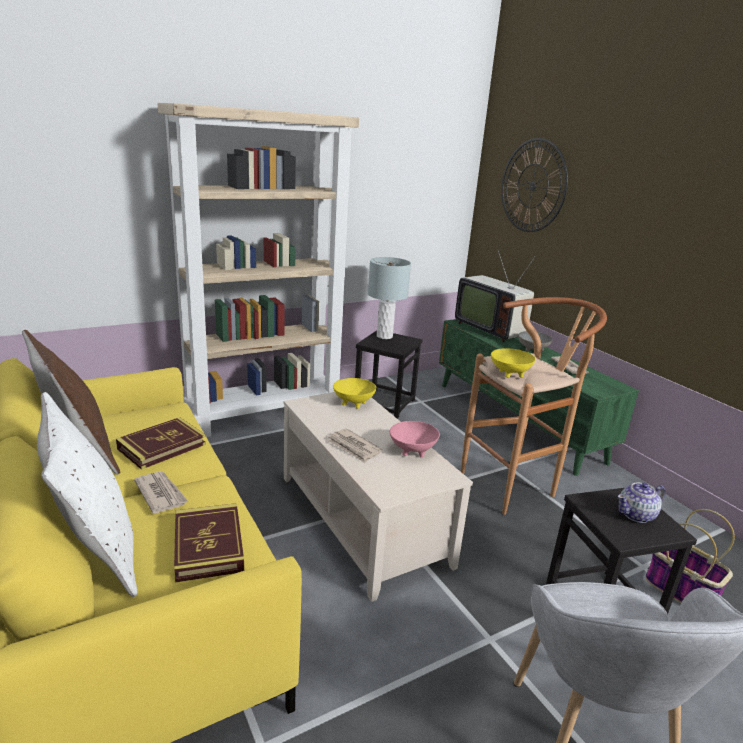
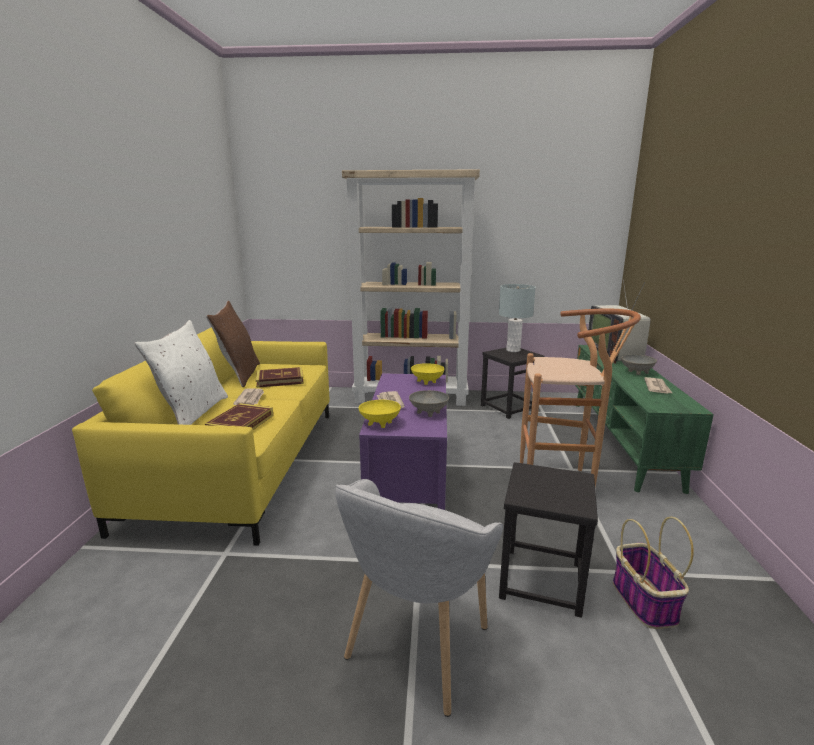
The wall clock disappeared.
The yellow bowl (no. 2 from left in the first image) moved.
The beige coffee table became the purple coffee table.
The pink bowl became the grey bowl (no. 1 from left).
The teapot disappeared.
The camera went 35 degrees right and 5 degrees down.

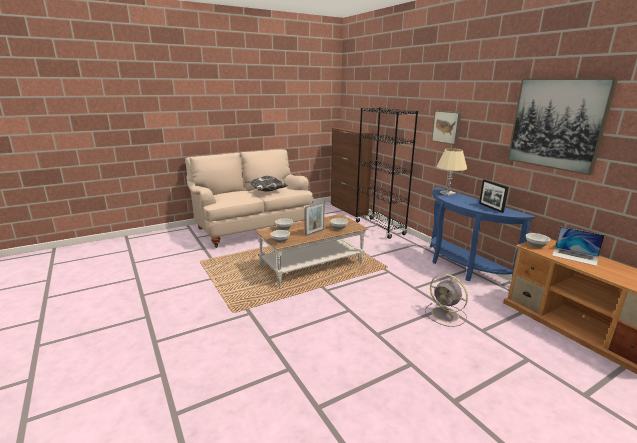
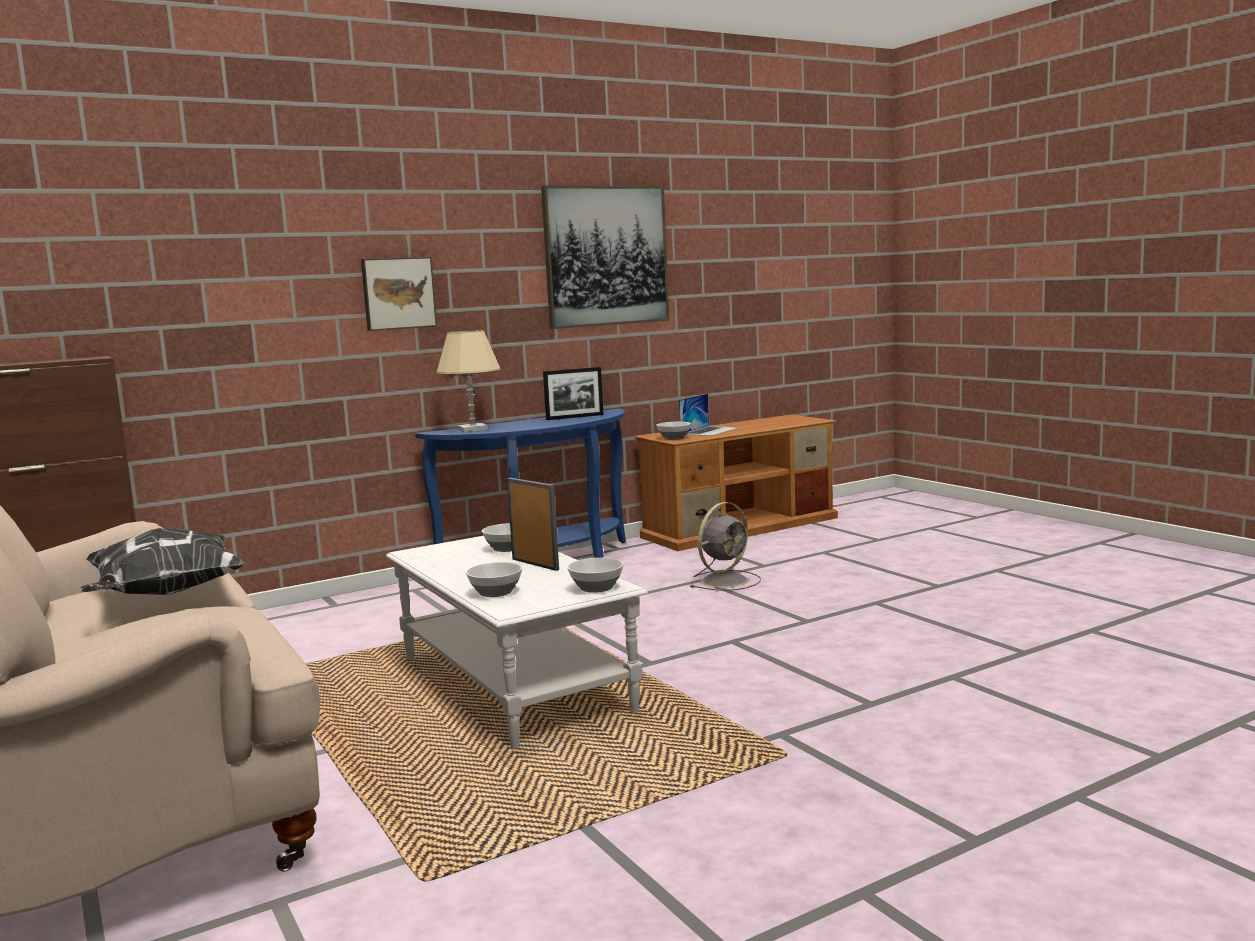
The black bookcase disappeared.
The brown coffee table became the white coffee table.
The camera went 90 degrees left and 10 degrees down.

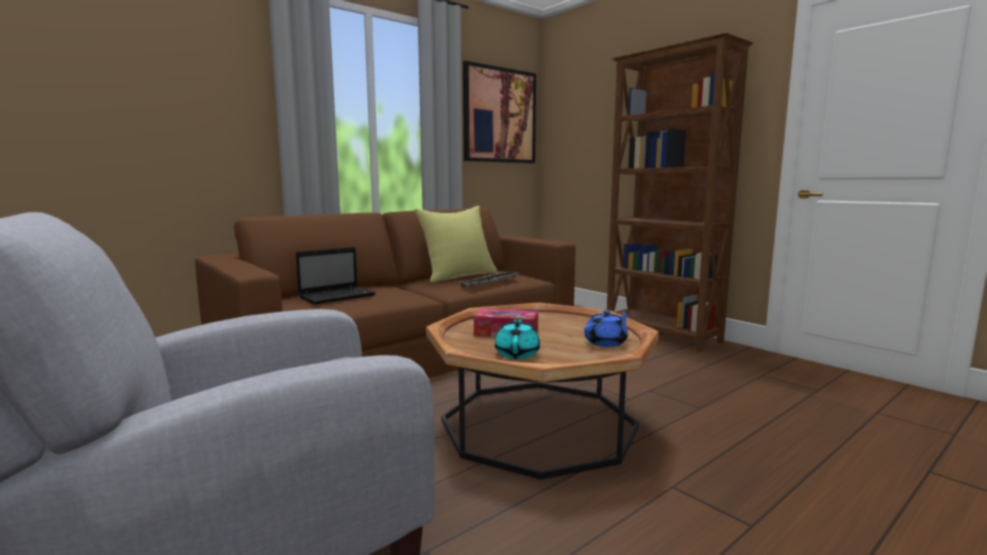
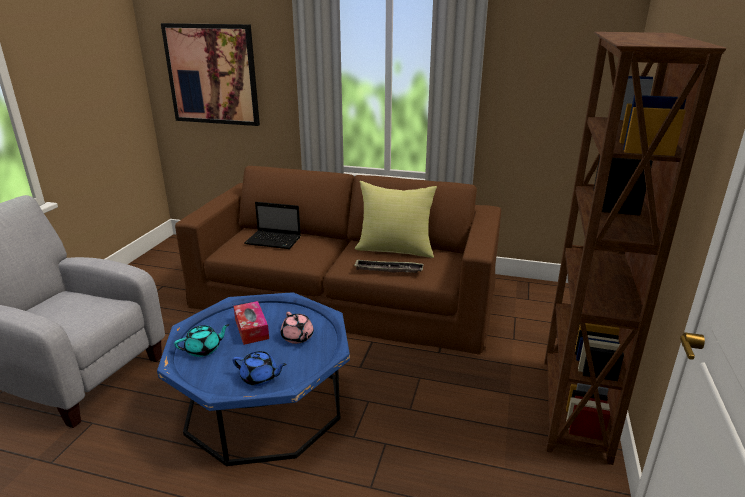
The picture moved.
The brown coffee table became the blue coffee table.
The pink teapot appeared.
The camera went 55 degrees right and 15 degrees up.

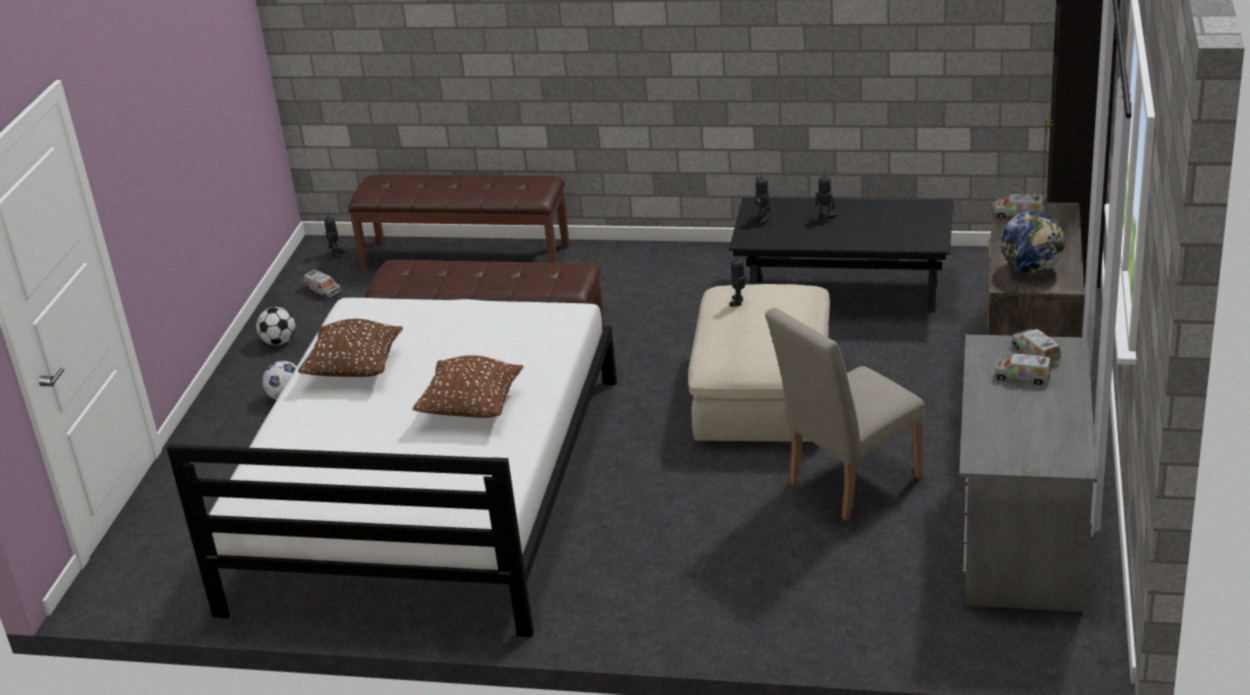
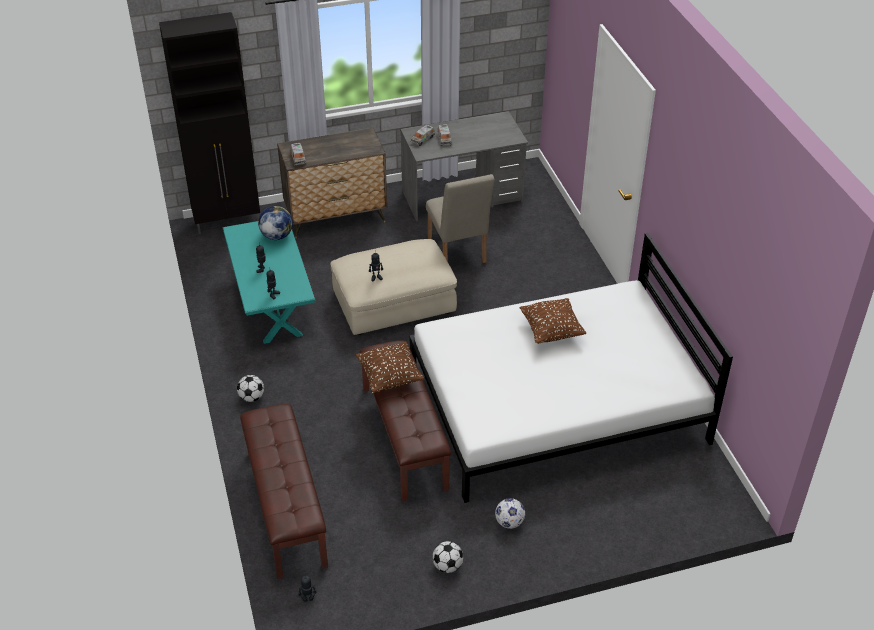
The black coffee table became the turquoise coffee table.
The globe moved.
The toy truck (no. 1 from left) disappeared.
The beige chair turned 45 degrees clockwise.
The brown pillow (no. 1 from left) moved.
The football (no. 1 from left) appeared.
The camera went 120 degrees left and 10 degrees up.

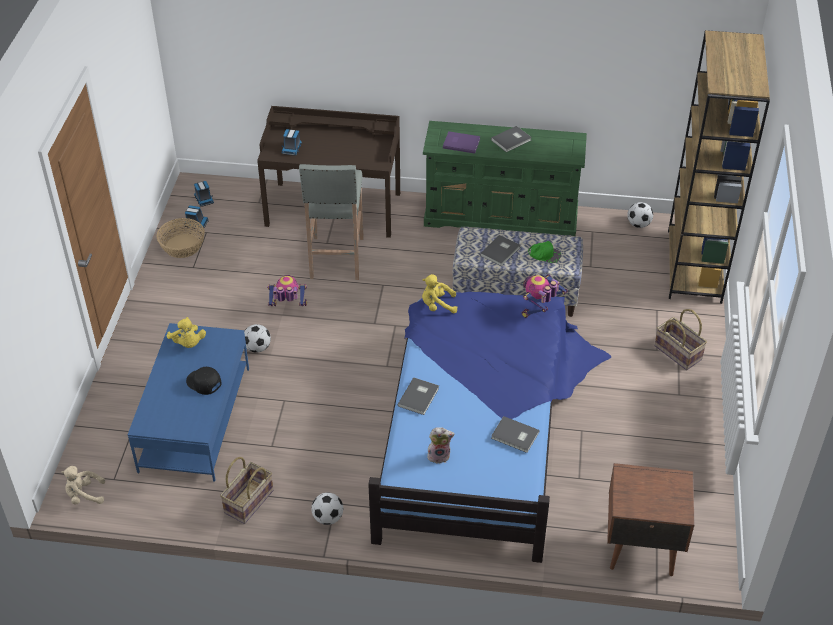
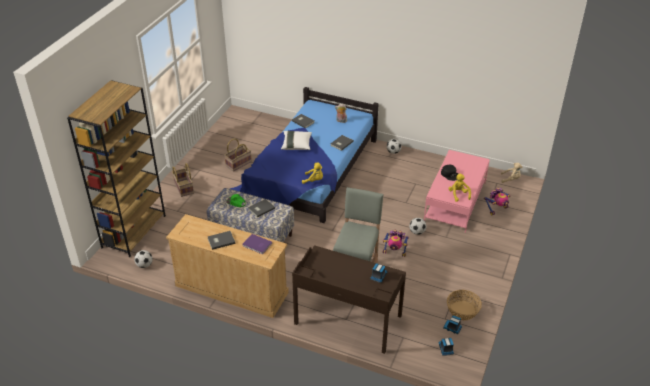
The green dresser became the beige dresser.
The toy robot (no. 2 from left) moved.
The blue coffee table became the pink coffee table.
The basket (no. 2 from left) moved.
The brown nightstand disappeared.
The white pillow appeared.
The camera went 165 degrees left and 5 degrees down.

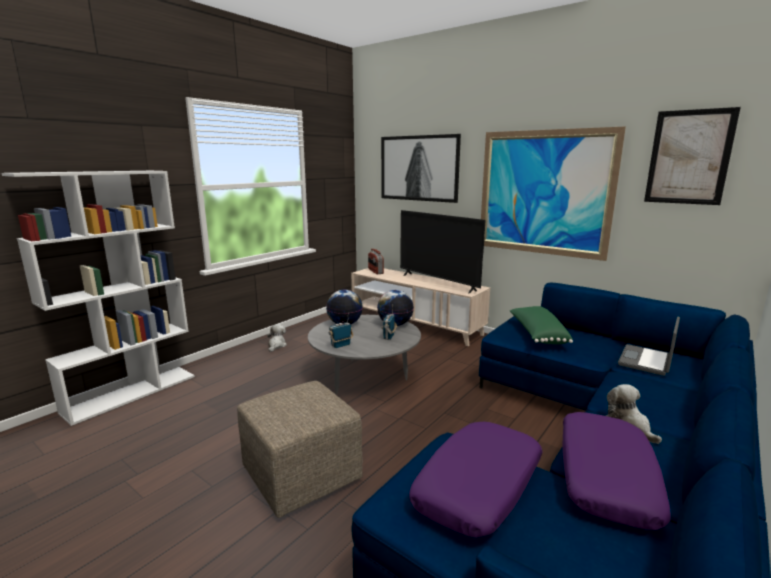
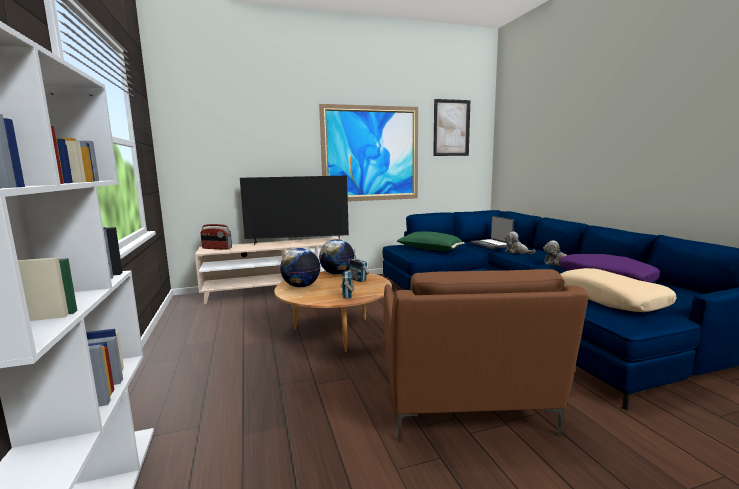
The picture (no. 1 from left) disappeared.
The grey coffee table became the brown coffee table.
The plush toy (no. 1 from left) moved.
The beige ottoman was replaced by the brown armchair.
The purple pillow (no. 1 from left) became the beige pillow.
The camera went 55 degrees left and 5 degrees down.

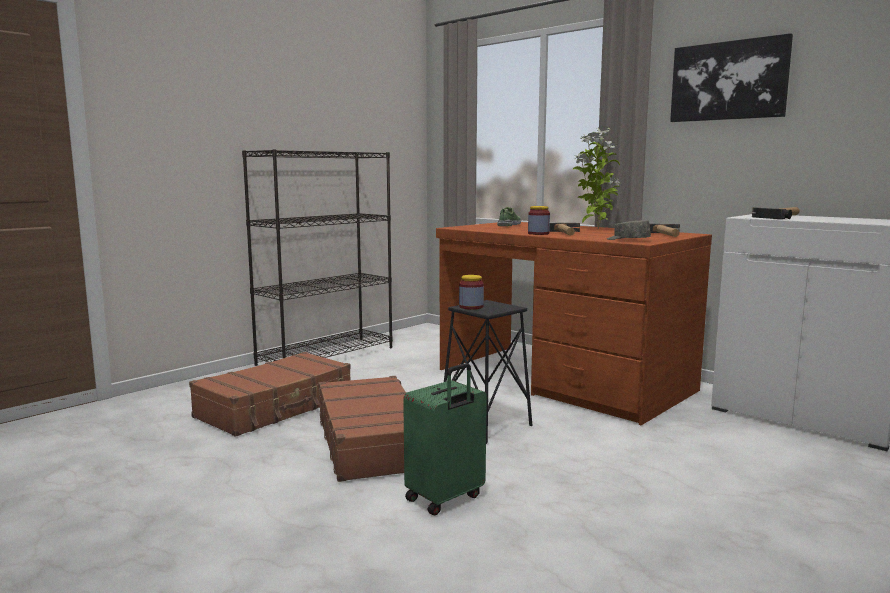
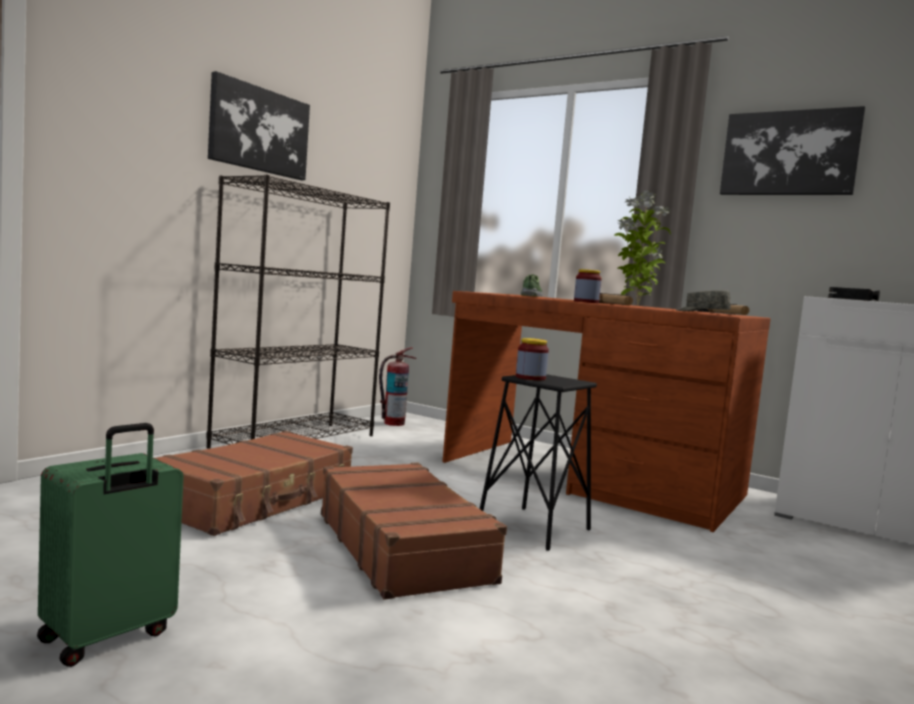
The green suitcase moved.
The picture (no. 1 from left) appeared.
The fire extinguisher appeared.
The camera went 10 degrees left and 5 degrees down.

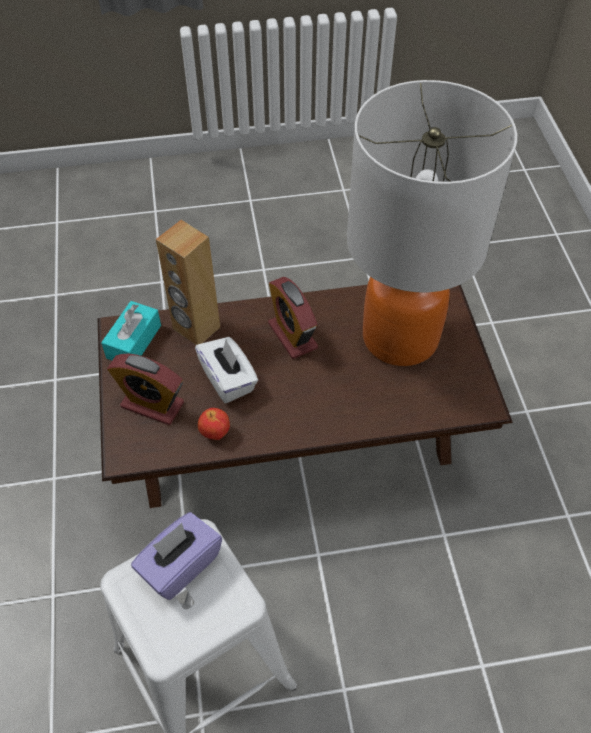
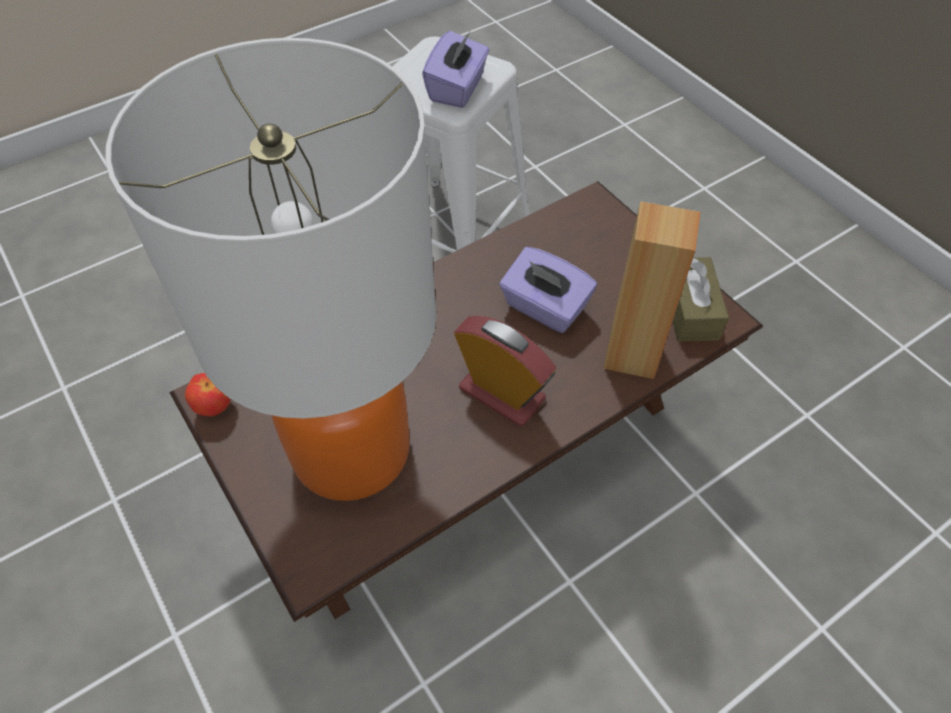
The turquoise tissue box became the brown tissue box.
The white tissue box became the purple tissue box (no. 2 from left).
The alarm clock (no. 1 from left) disappeared.
The apple moved.
The camera went 155 degrees right and 0 degrees up.

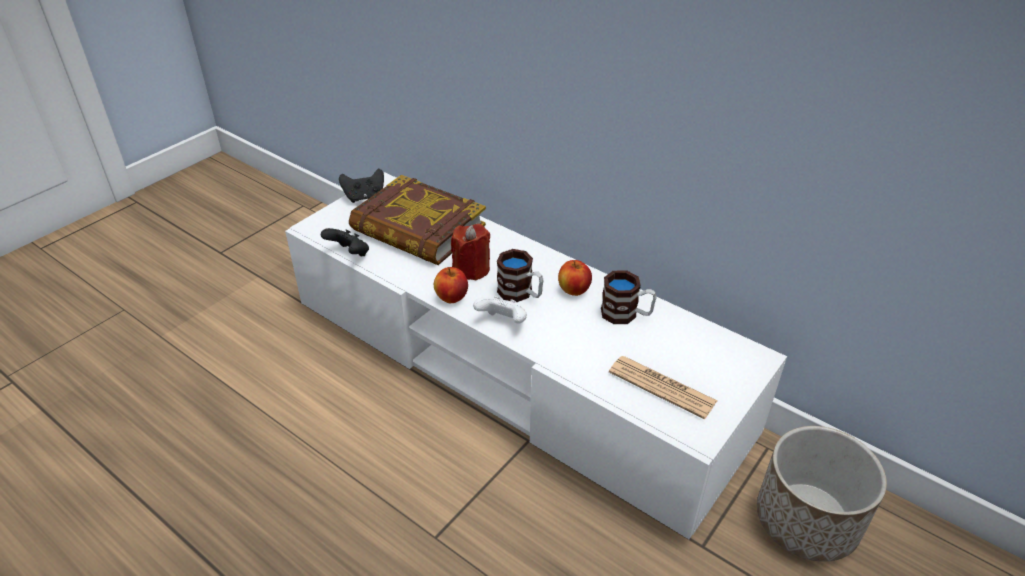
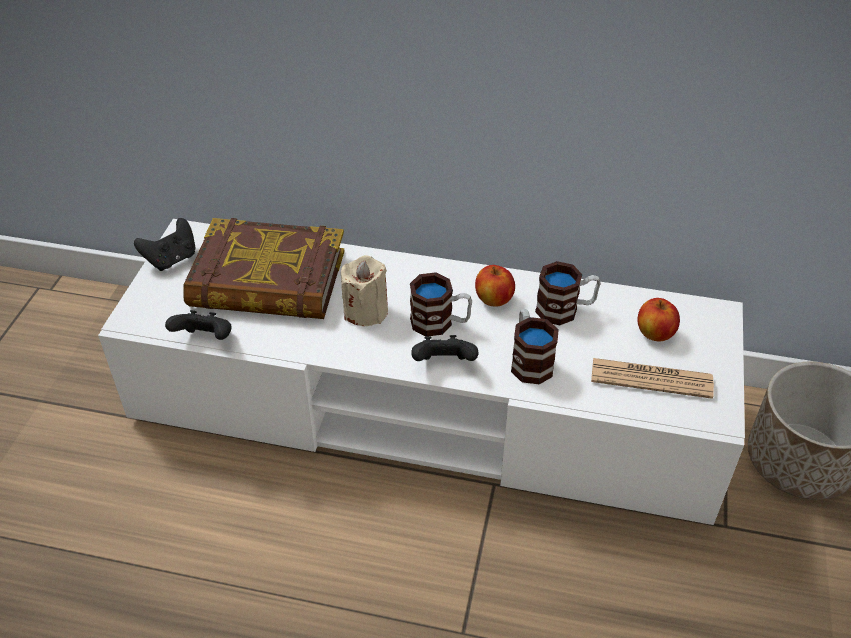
The red candle became the beige candle.
The apple (no. 1 from left in the first image) moved.
The white game controller became the black game controller (no. 3 from left).
The mug (no. 2 from left) appeared.
The camera went 25 degrees left and 5 degrees up.

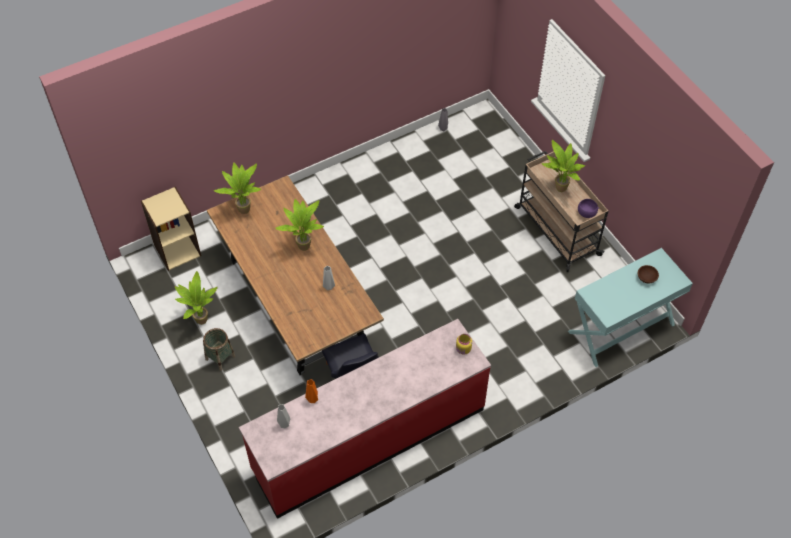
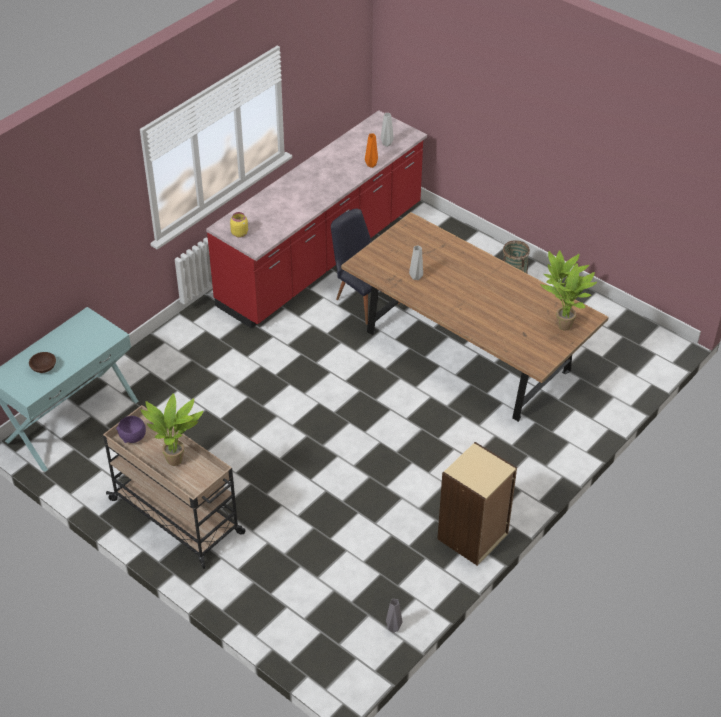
The beige bookcase moved.
The potted plant (no. 3 from left) disappeared.
The camera went 160 degrees right and 10 degrees down.

